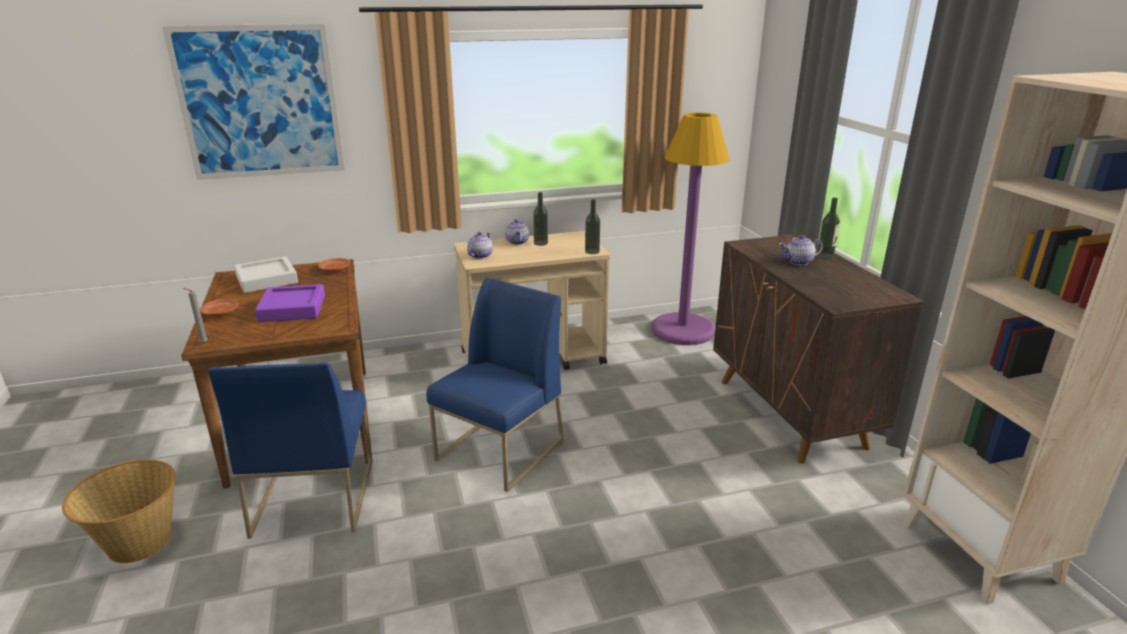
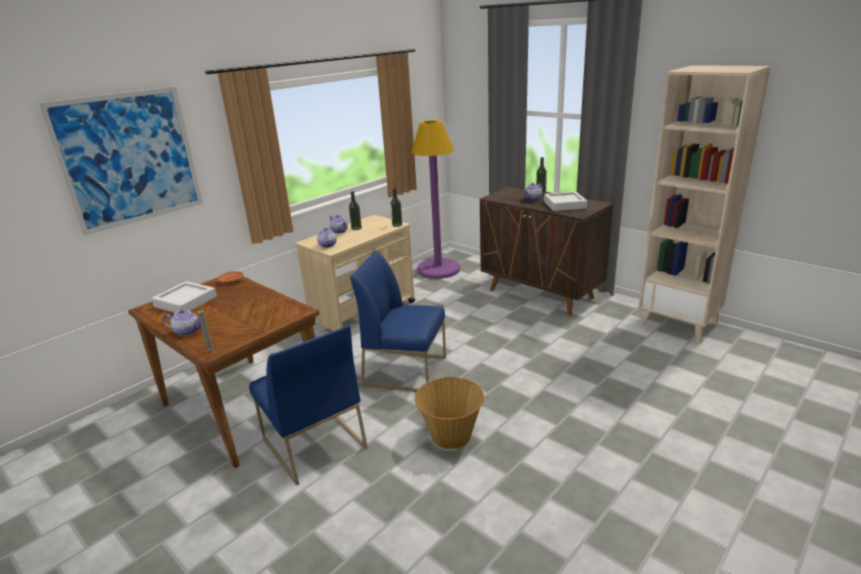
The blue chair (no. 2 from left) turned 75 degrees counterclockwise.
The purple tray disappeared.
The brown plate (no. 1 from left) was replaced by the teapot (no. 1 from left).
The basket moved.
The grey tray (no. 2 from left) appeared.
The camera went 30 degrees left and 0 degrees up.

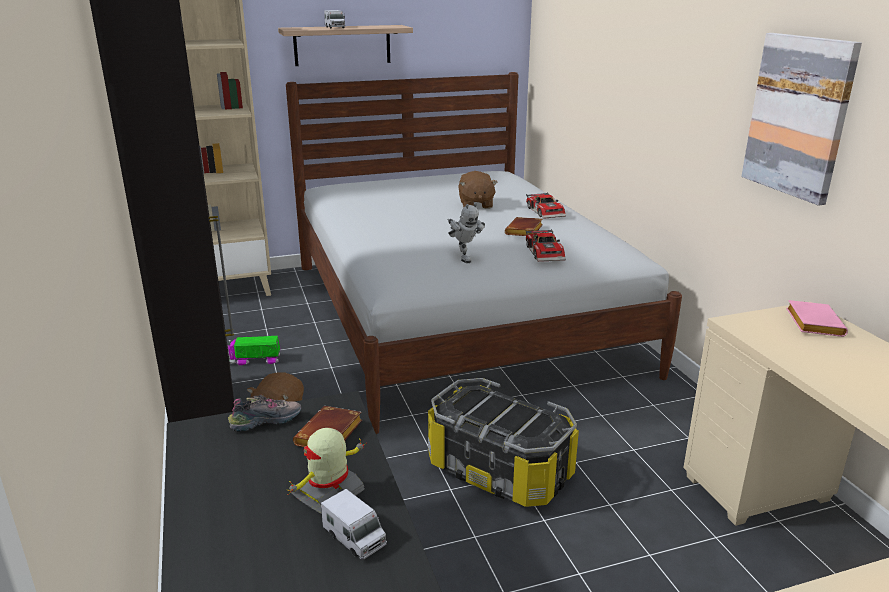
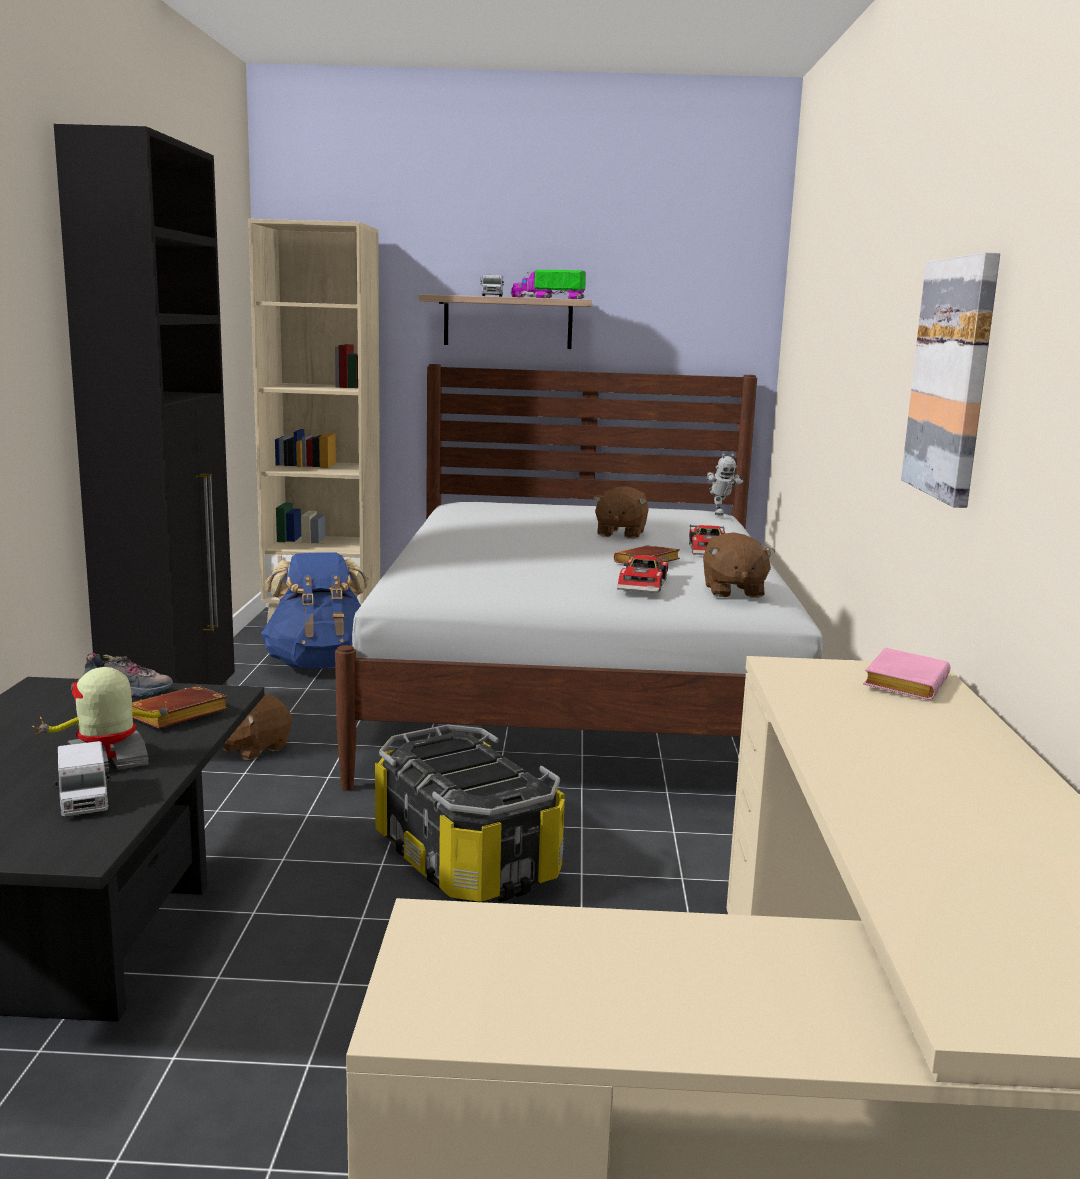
The toy robot (no. 2 from left) moved.
The toy truck (no. 1 from left in the first image) moved.
The brown plush toy (no. 3 from left) appeared.
The blue backpack appeared.
The camera went 20 degrees right and 10 degrees down.

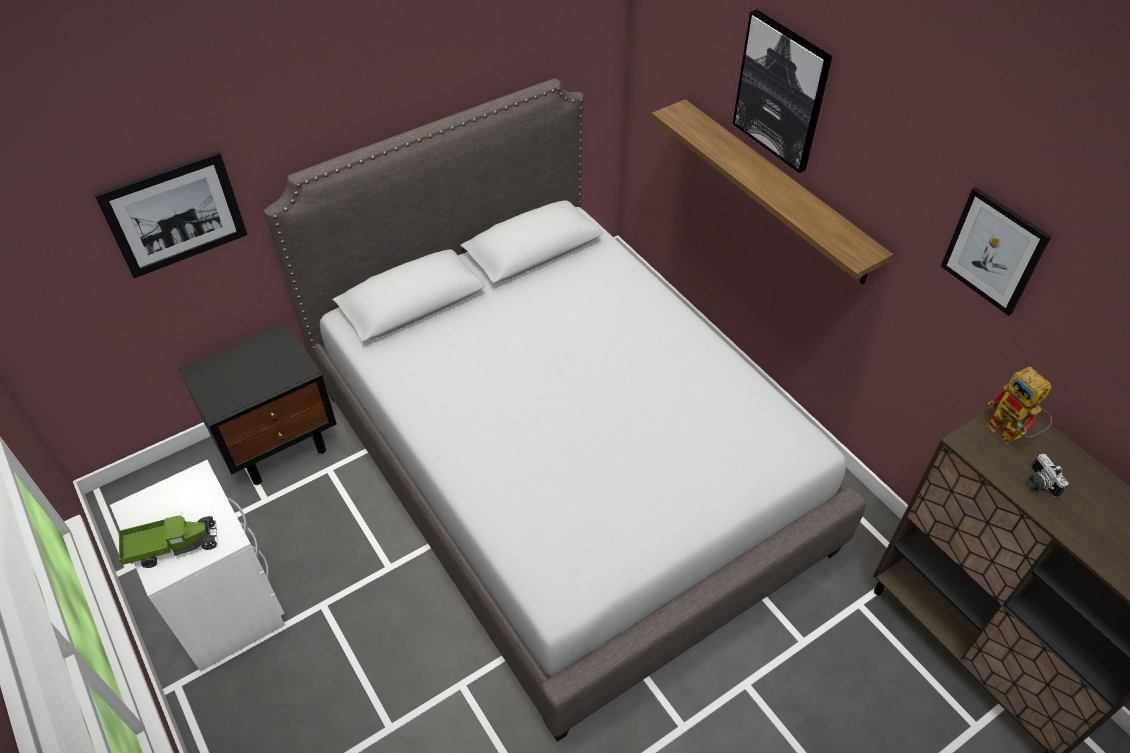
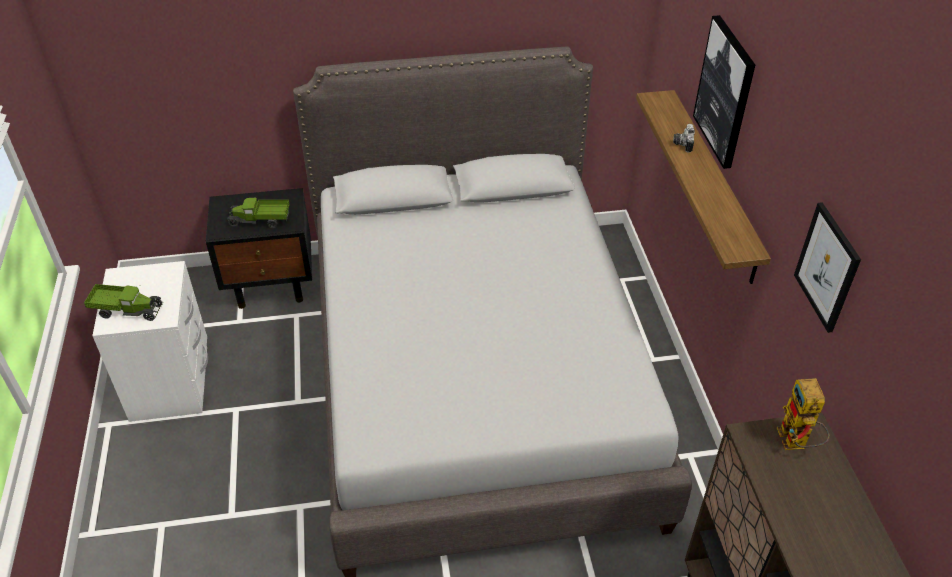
The picture (no. 1 from left) disappeared.
The photo camera moved.
The toy truck (no. 2 from left) appeared.
The camera went 25 degrees right and 5 degrees down.

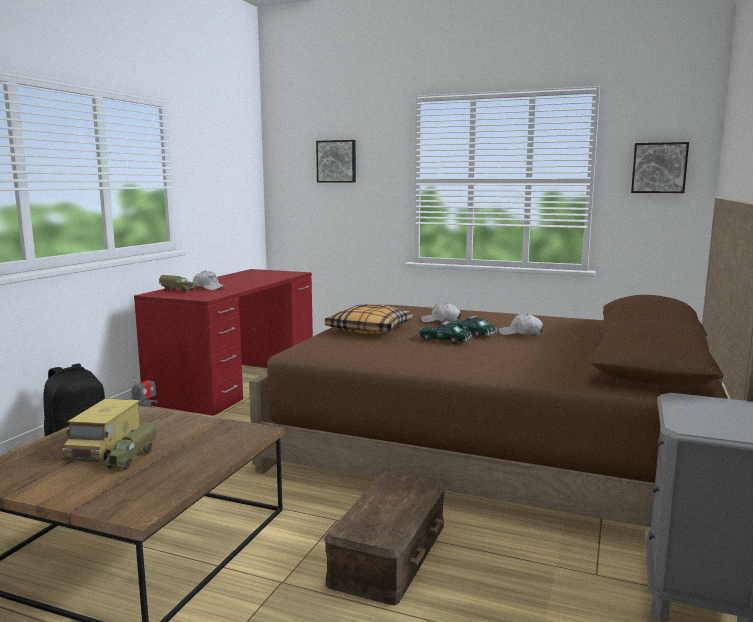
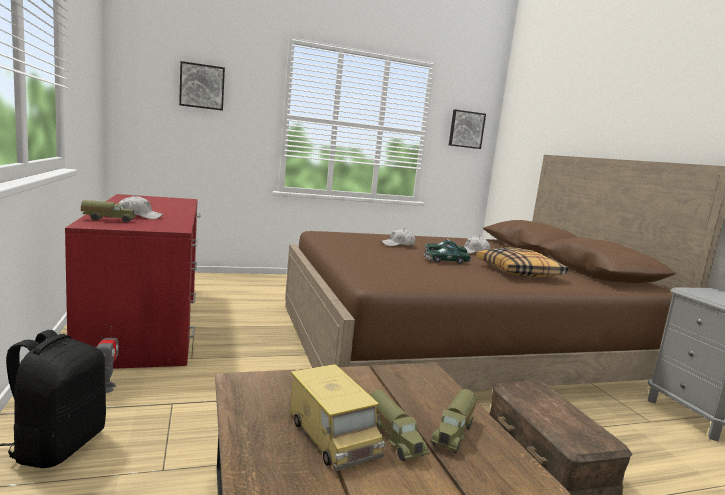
The pillow moved.
The toy truck (no. 4 from left) appeared.
The camera went 40 degrees left and 0 degrees up.

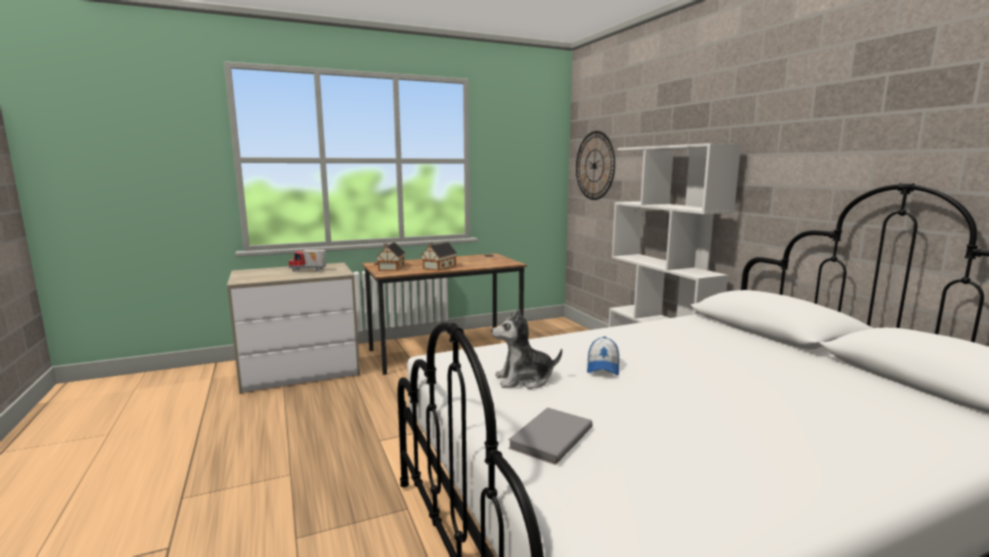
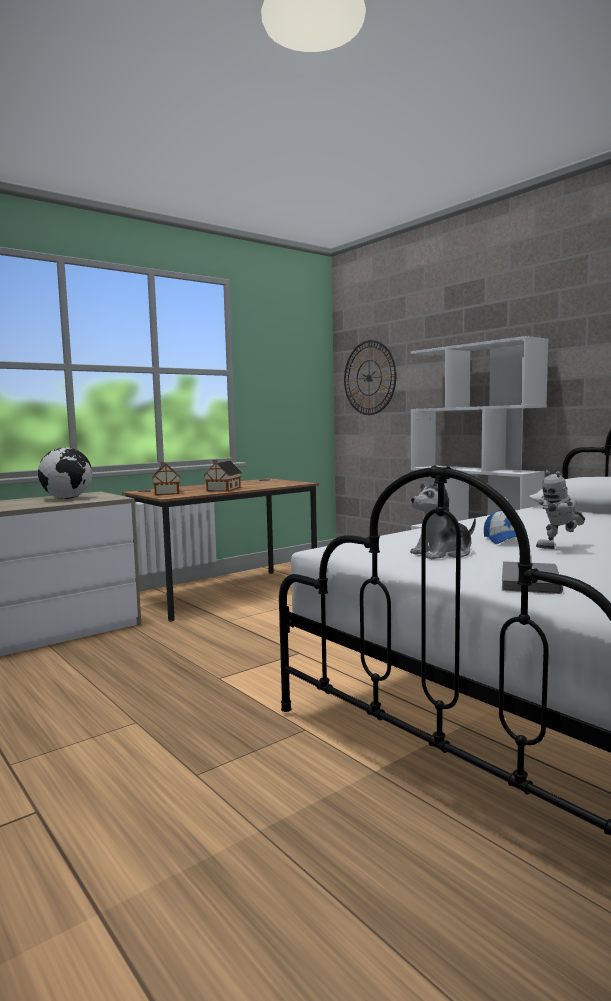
The toy truck was replaced by the globe.
The toy robot appeared.
The camera went 15 degrees left and 5 degrees down.

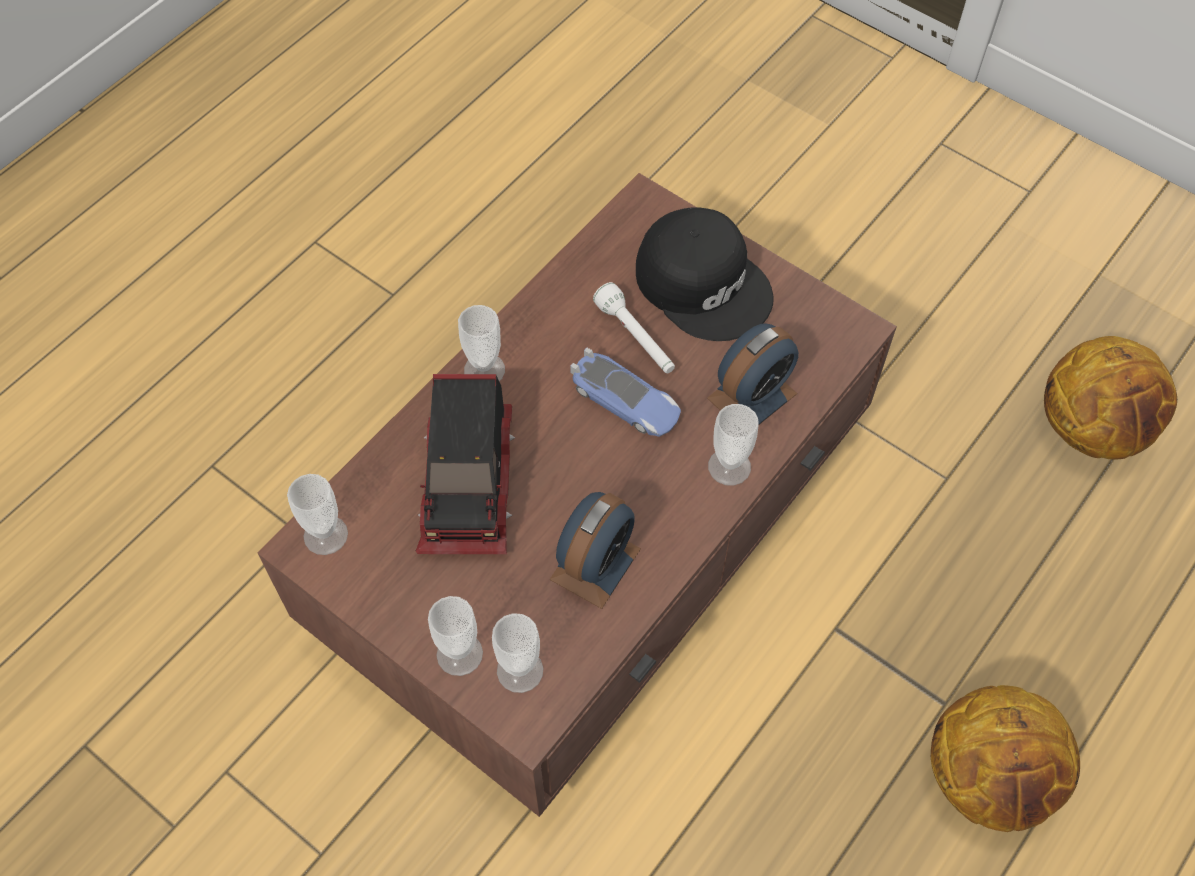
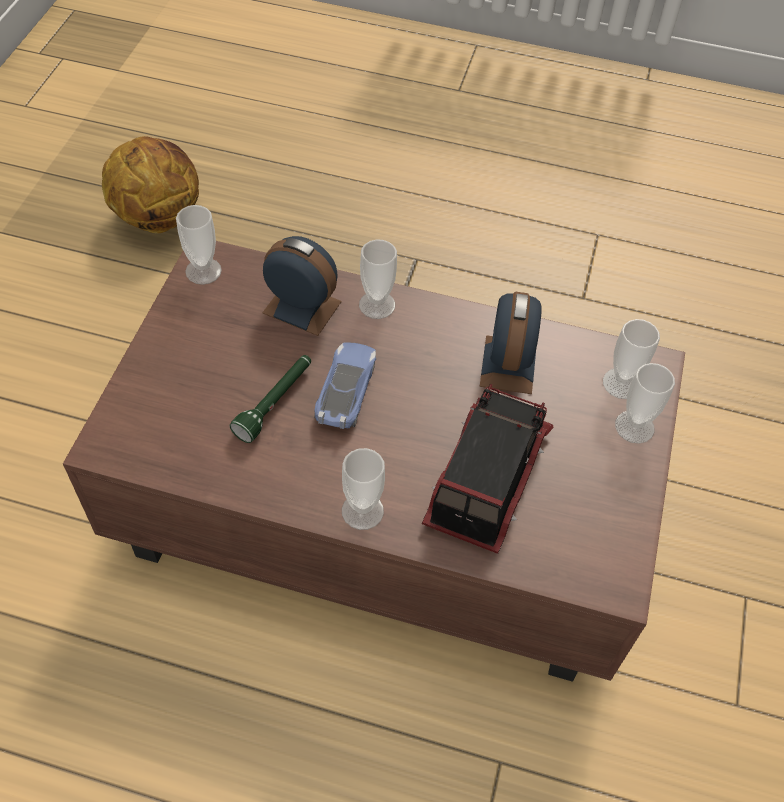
The black cap disappeared.
The white flashlight became the green flashlight.
The toy truck turned 45 degrees counterclockwise.
The cup (no. 1 from left) moved.
The alarm clock (no. 1 from left in the first image) turned 90 degrees counterclockwise.
The basketball (no. 1 from left) disappeared.
The camera went 115 degrees left and 5 degrees down.

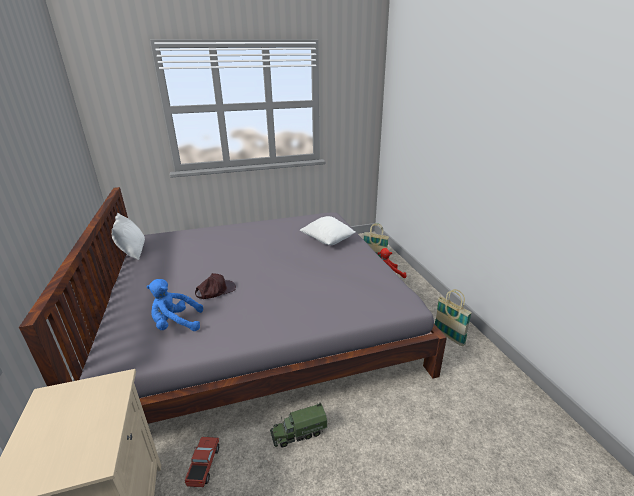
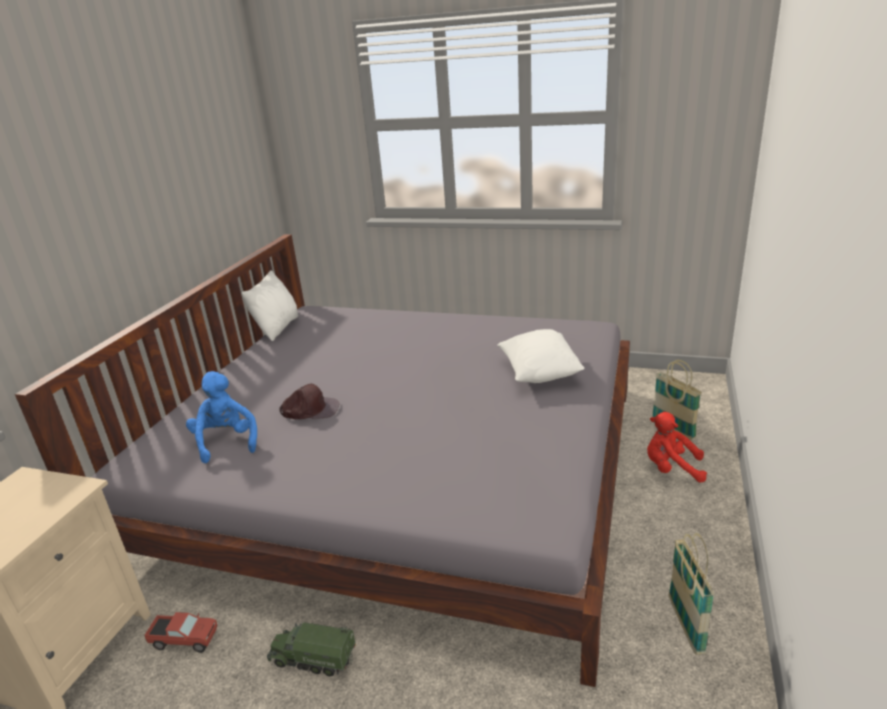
The blue plush toy turned 45 degrees clockwise.
The toy truck (no. 1 from left) turned 60 degrees clockwise.
The camera went 35 degrees right and 0 degrees up.

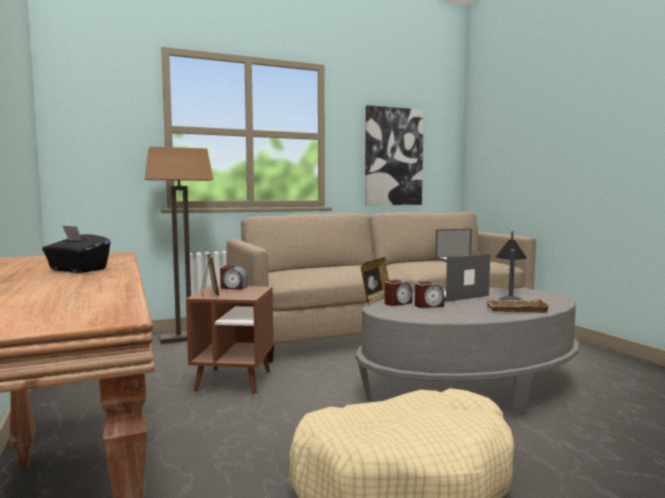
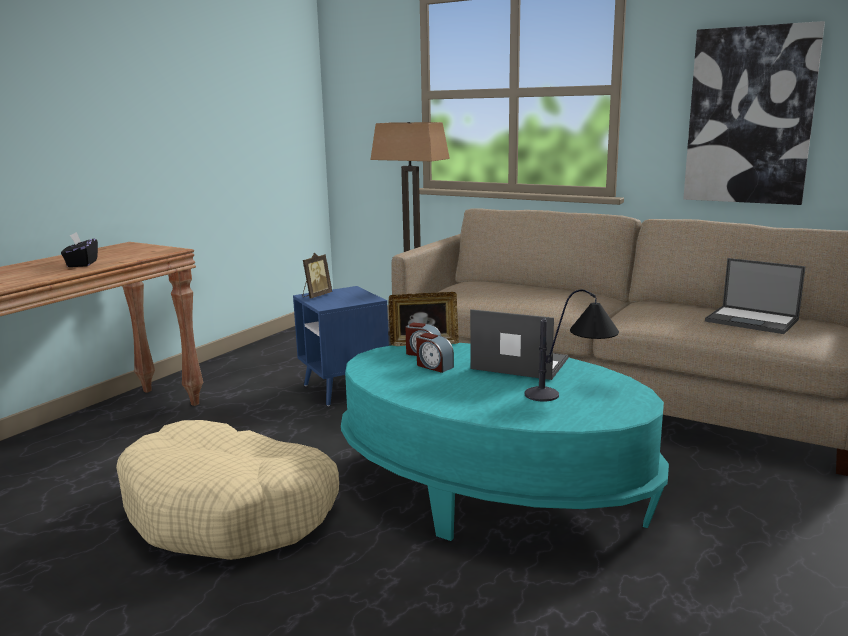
The alarm clock (no. 1 from left) disappeared.
The brown side table became the blue side table.
The grey coffee table became the turquoise coffee table.
The beige tray disappeared.
The camera went 55 degrees right and 10 degrees up.

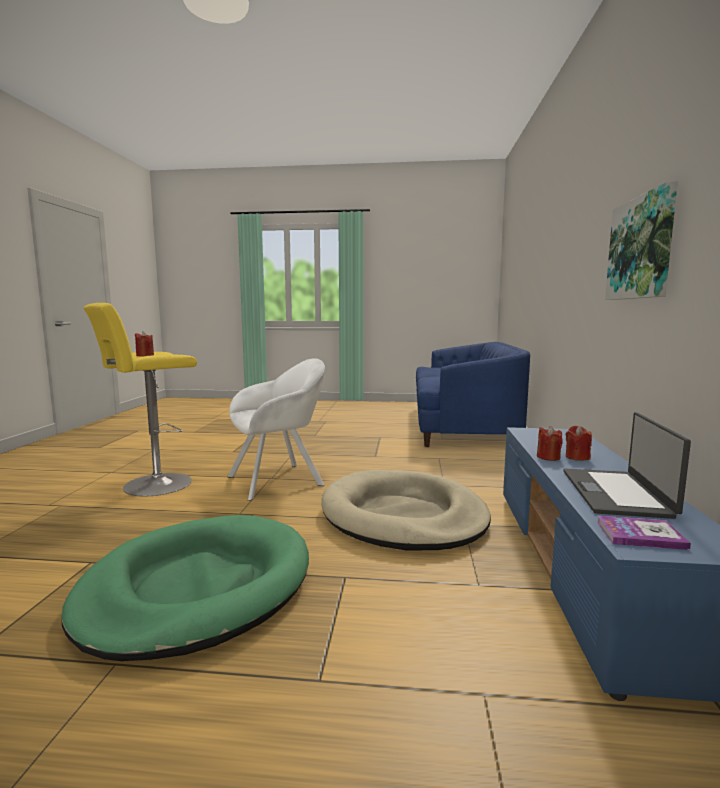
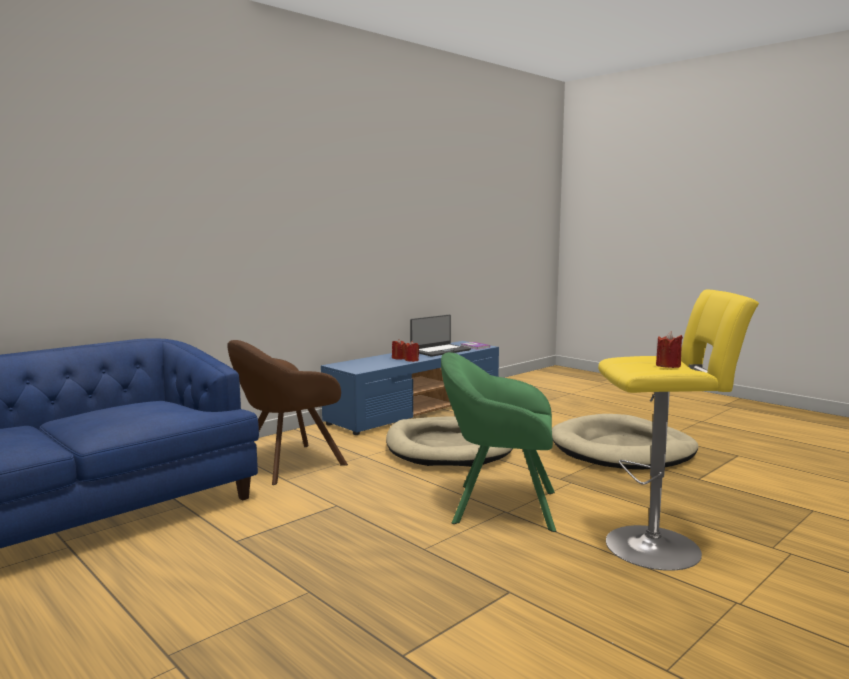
The picture disappeared.
The white armchair became the green armchair.
The green dog bed became the beige dog bed (no. 2 from left).
The brown armchair appeared.
The camera went 140 degrees left and 0 degrees up.

